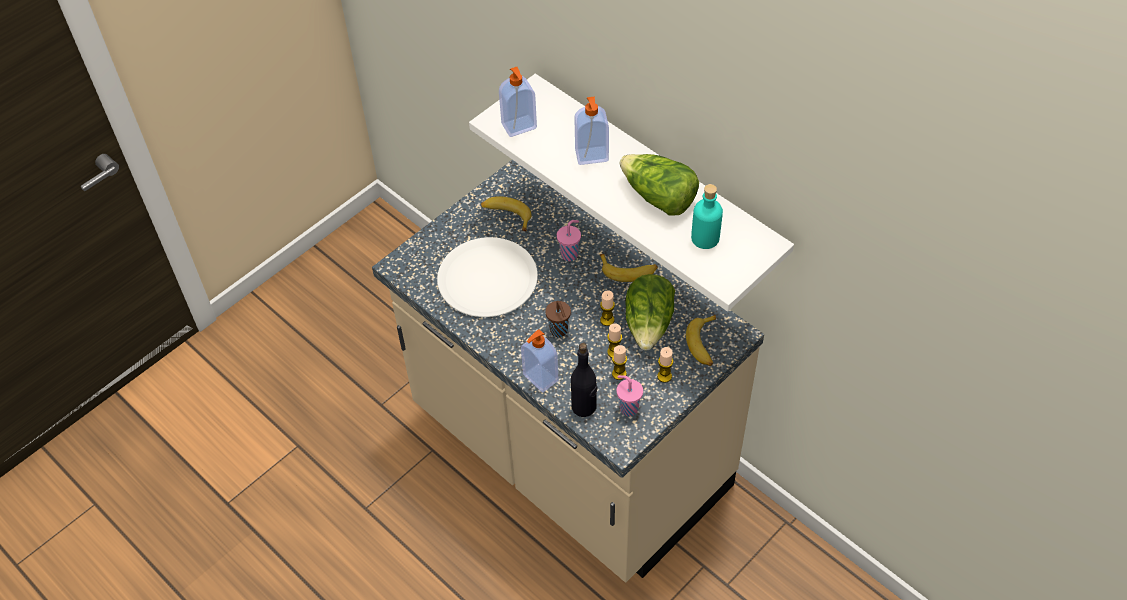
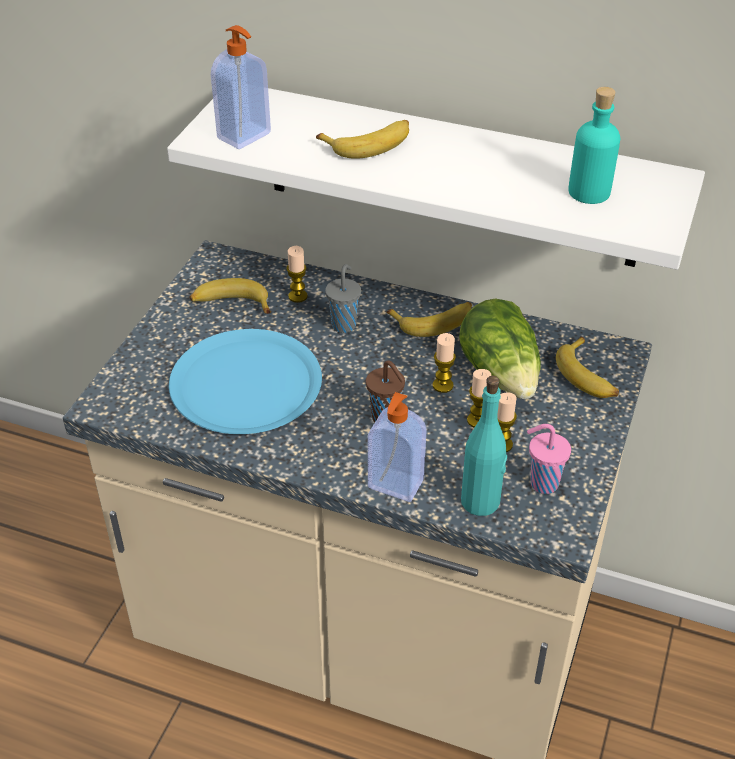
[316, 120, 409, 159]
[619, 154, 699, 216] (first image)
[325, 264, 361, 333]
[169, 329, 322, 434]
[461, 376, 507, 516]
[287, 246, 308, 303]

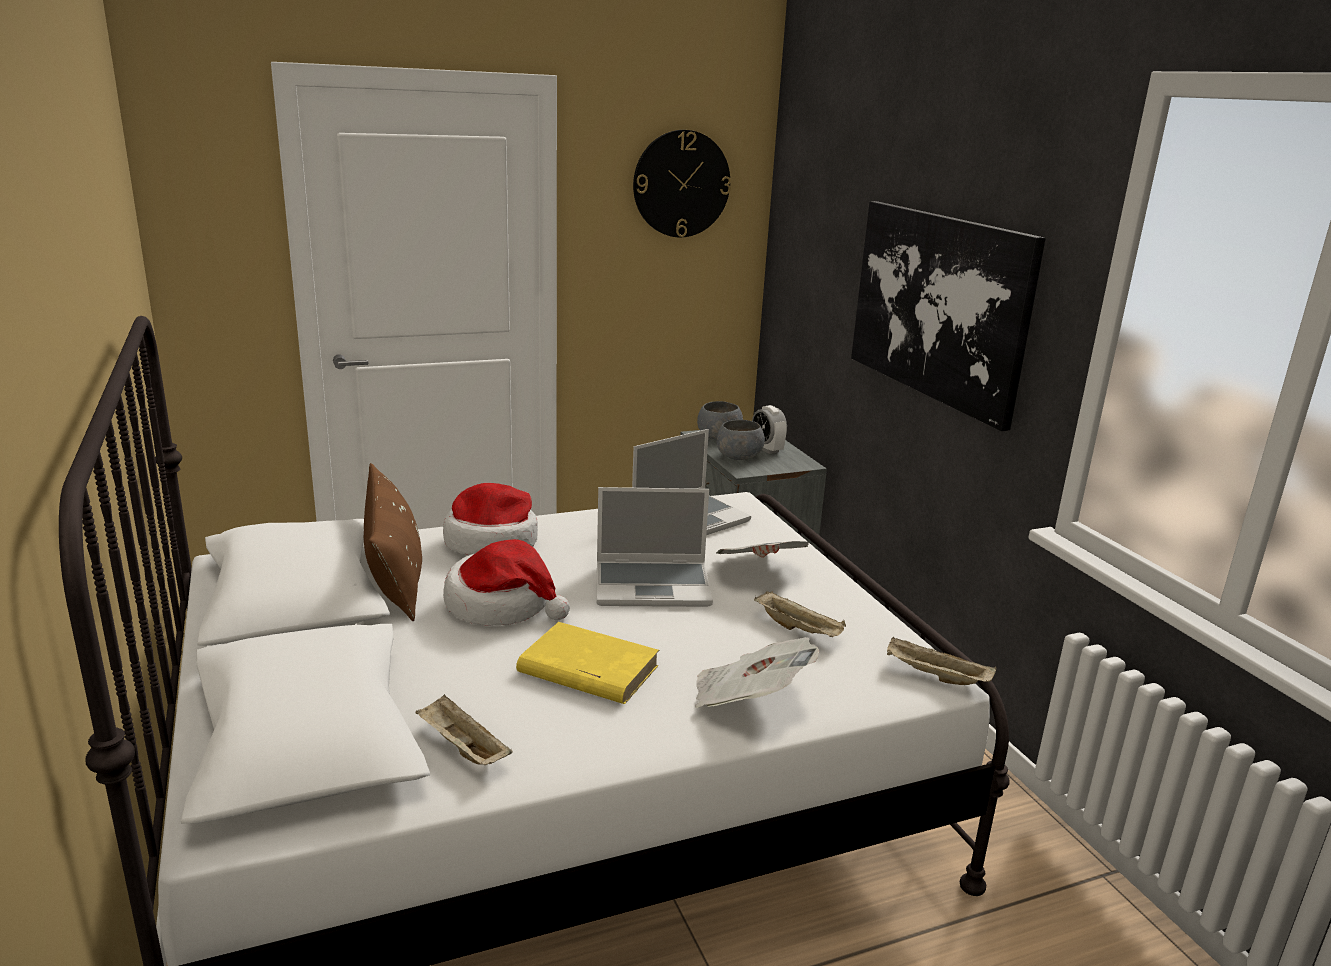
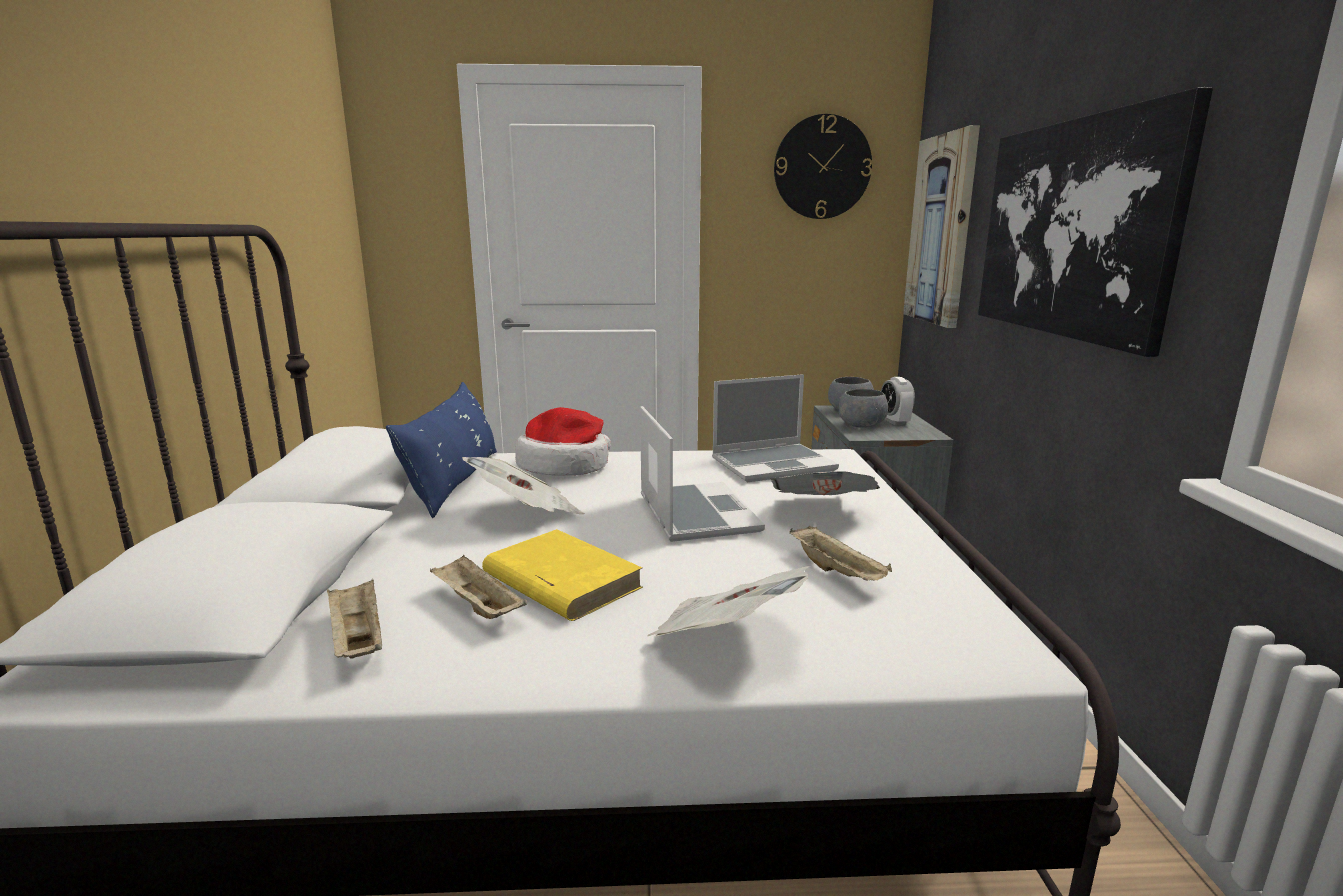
[386, 382, 497, 518]
[640, 406, 765, 542]
[462, 457, 585, 514]
[430, 554, 528, 619]
[903, 125, 980, 328]

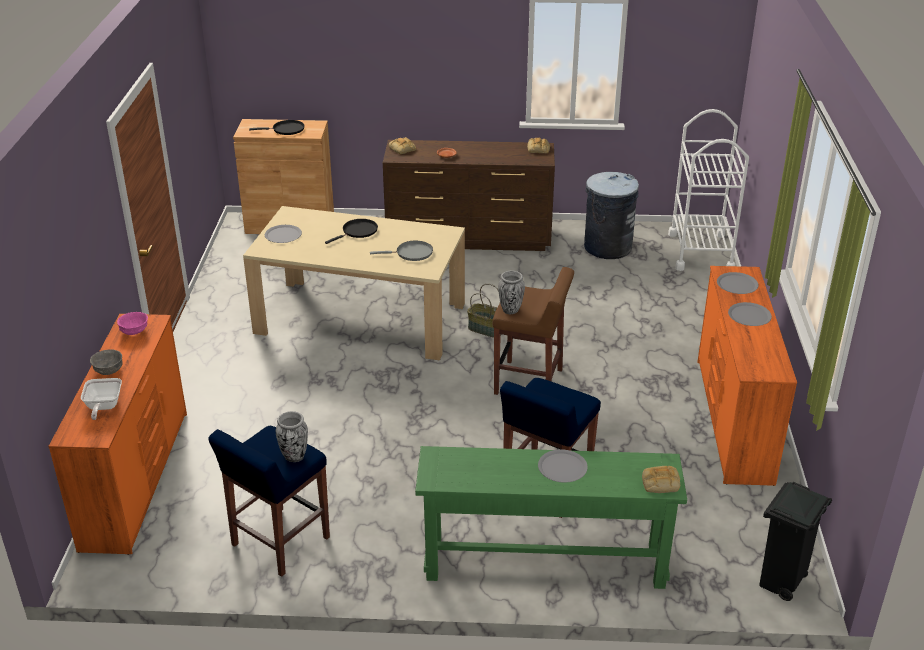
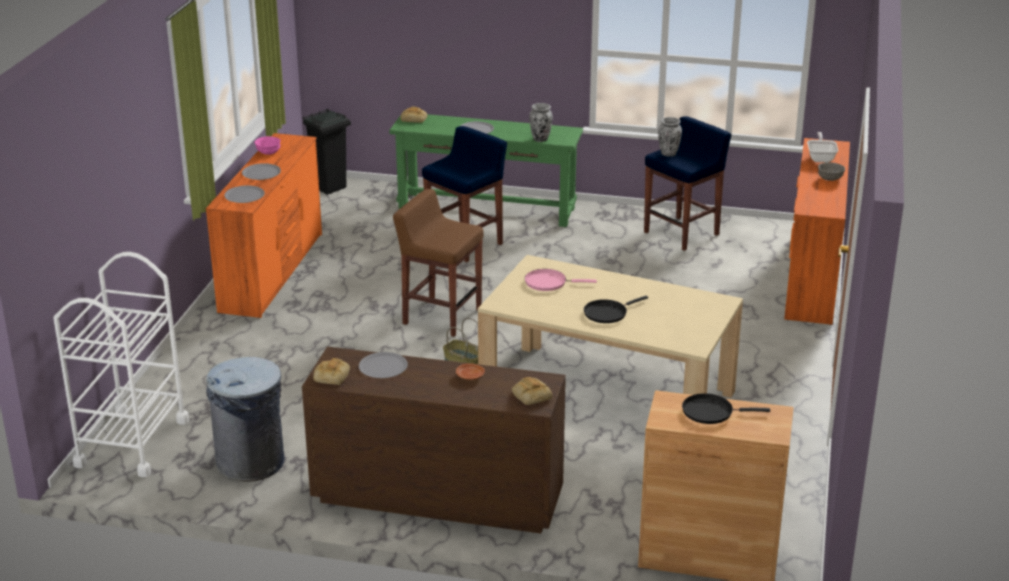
[359, 352, 408, 378]
[525, 269, 597, 291]
[529, 103, 553, 142]
[255, 136, 280, 155]

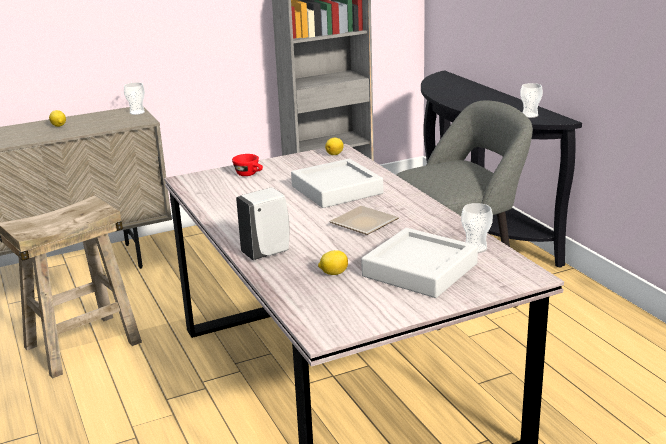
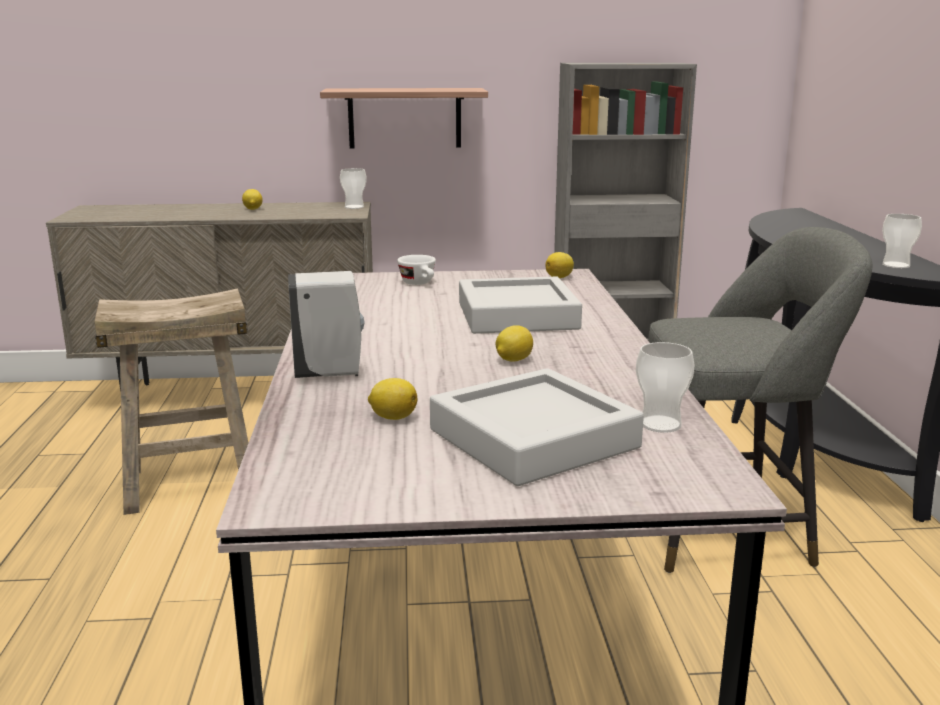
[397, 255, 436, 285]
[495, 325, 533, 362]
[320, 88, 488, 148]

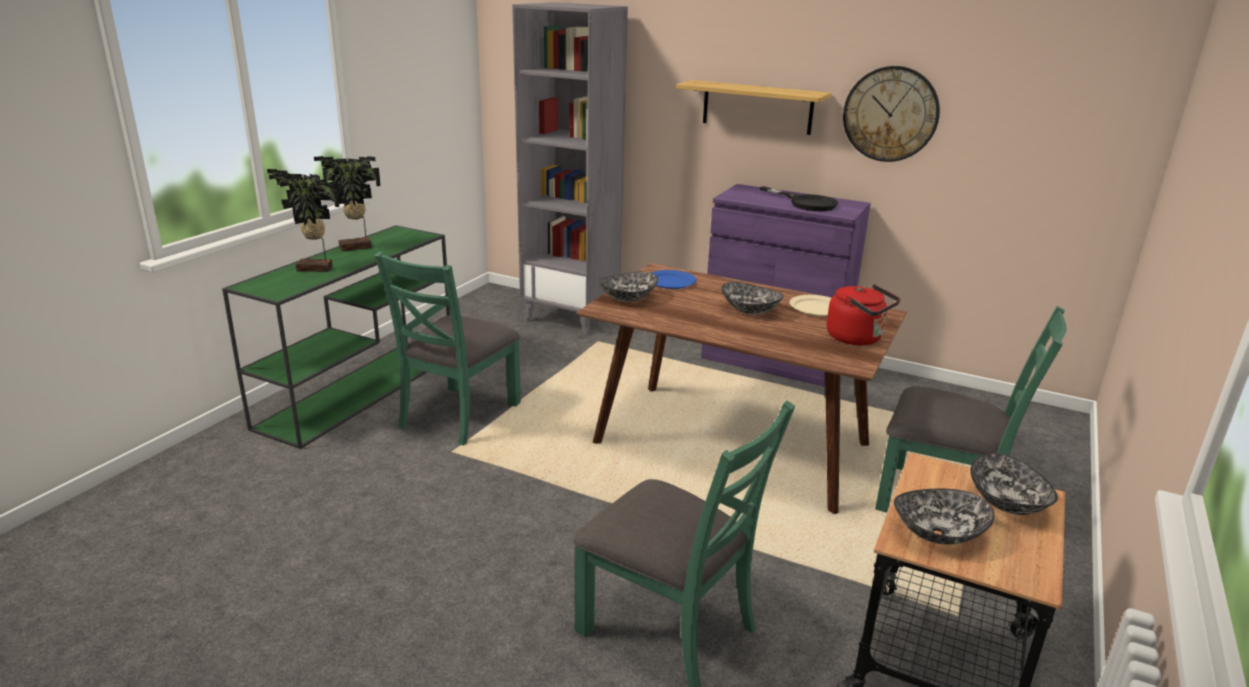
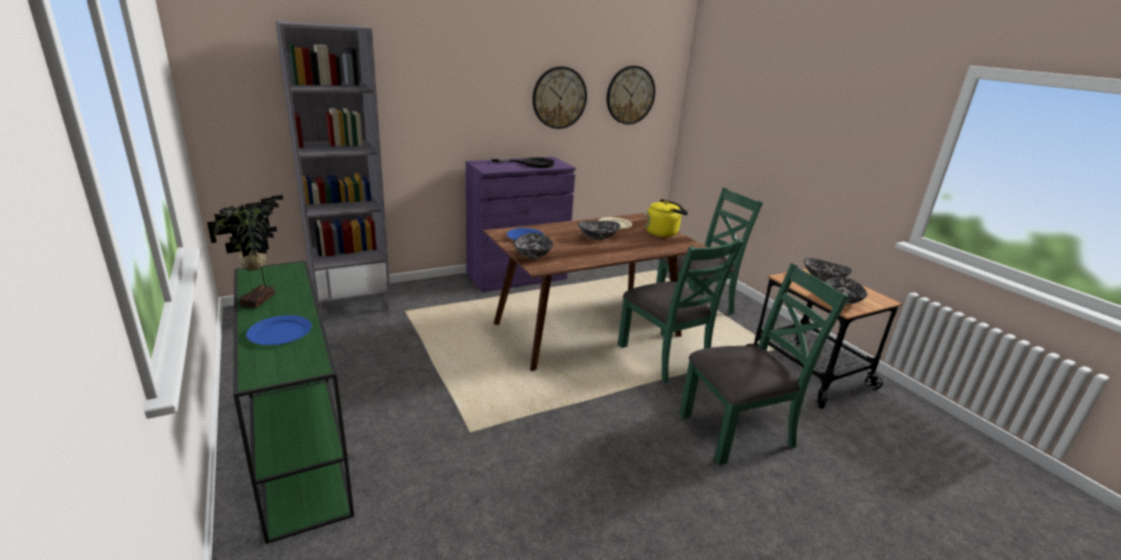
[676, 80, 832, 135] (first image)
[246, 315, 312, 345]
[618, 238, 743, 383]
[645, 199, 688, 237]
[607, 66, 655, 125]

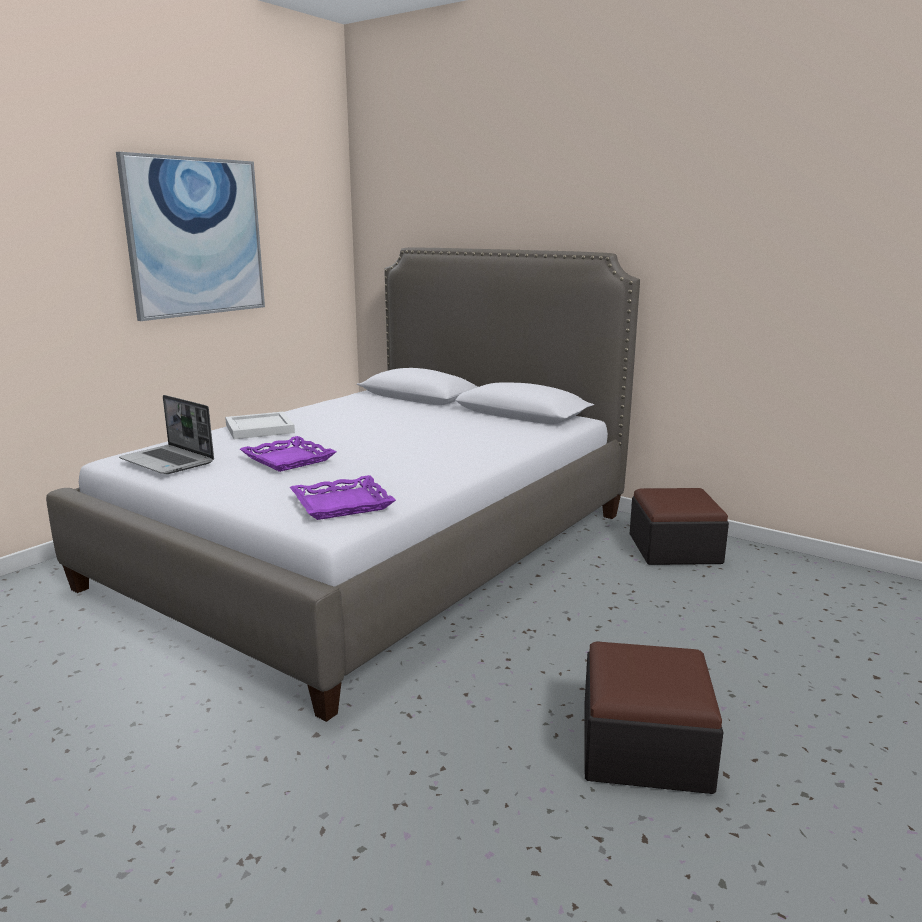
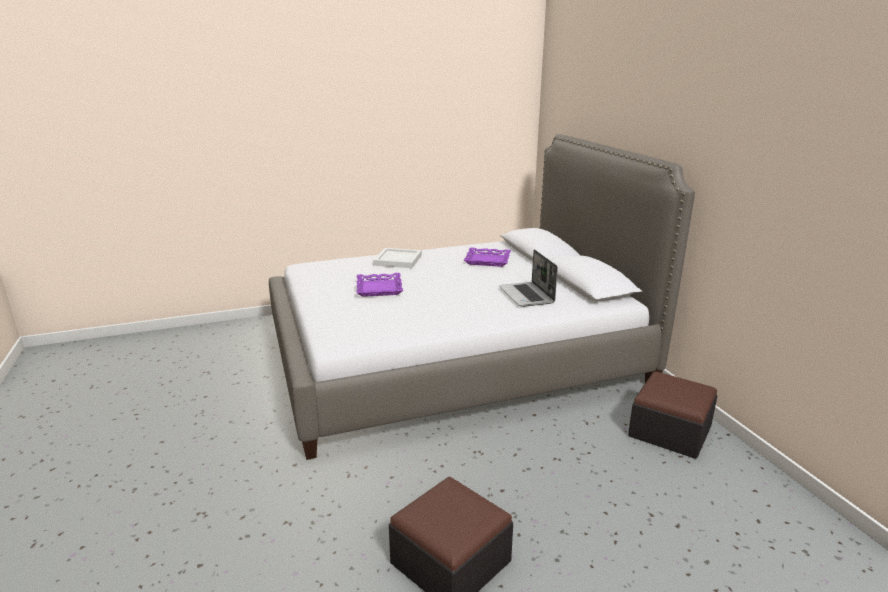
[116, 152, 265, 321] (first image)
[499, 249, 558, 307]
[464, 247, 511, 267]

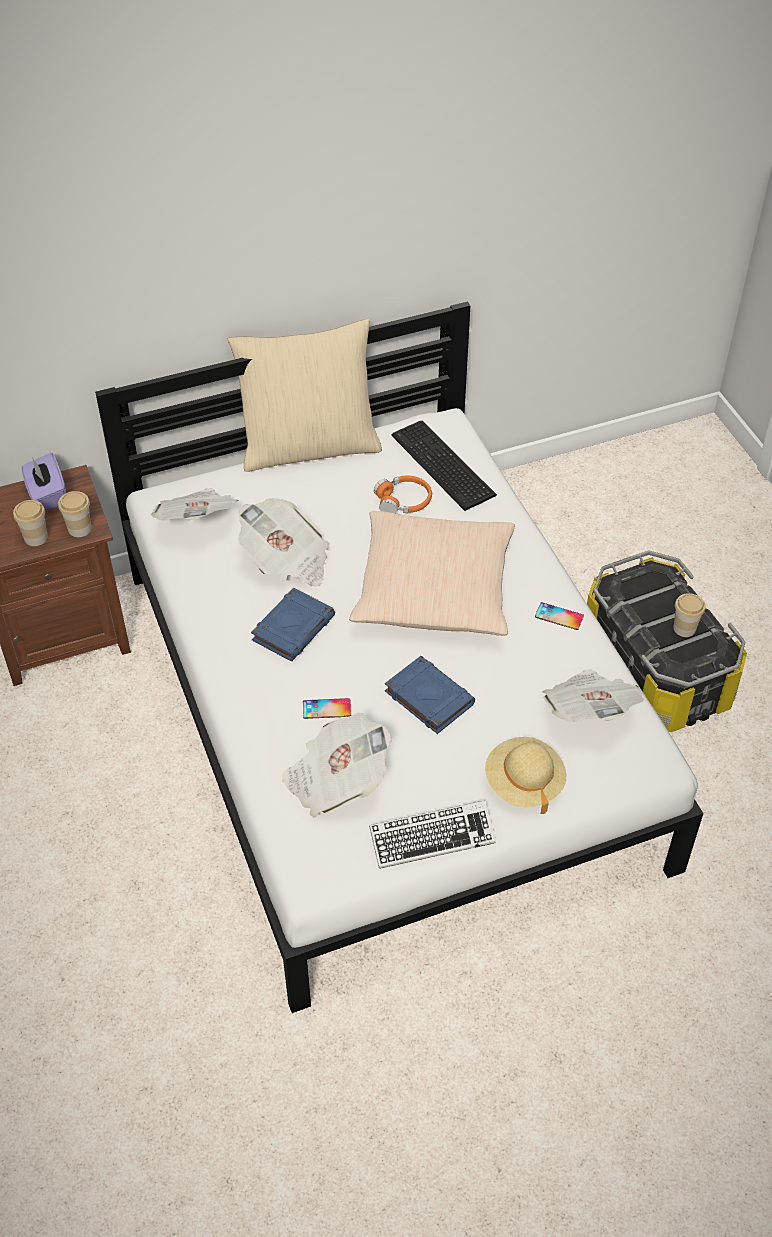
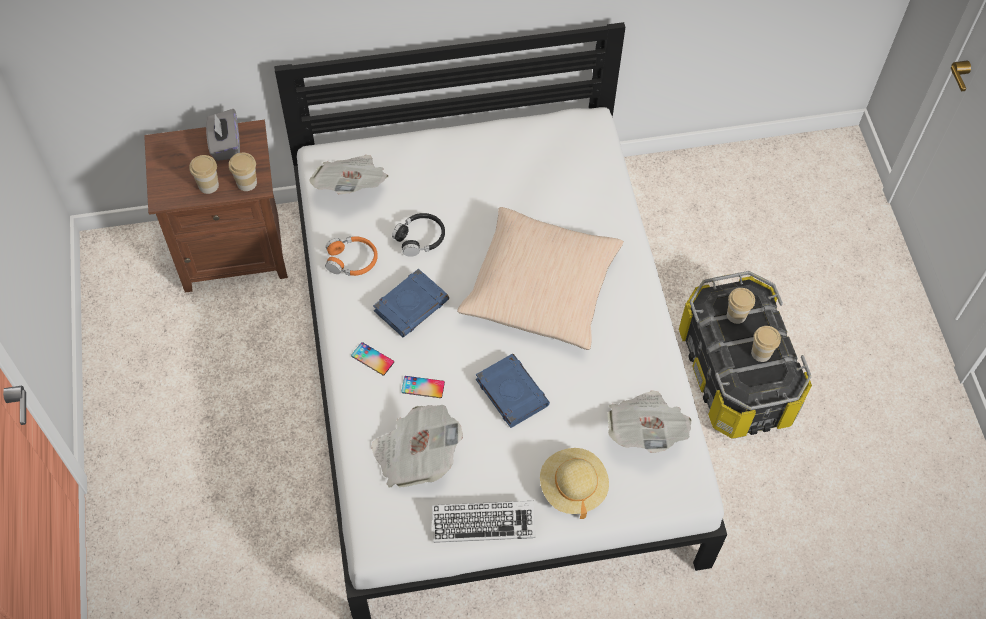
[228, 319, 382, 472] (first image)
[392, 421, 497, 511] (first image)
[206, 109, 240, 161]
[325, 236, 378, 276]
[392, 213, 445, 257]
[351, 342, 394, 375]
[727, 288, 755, 324]

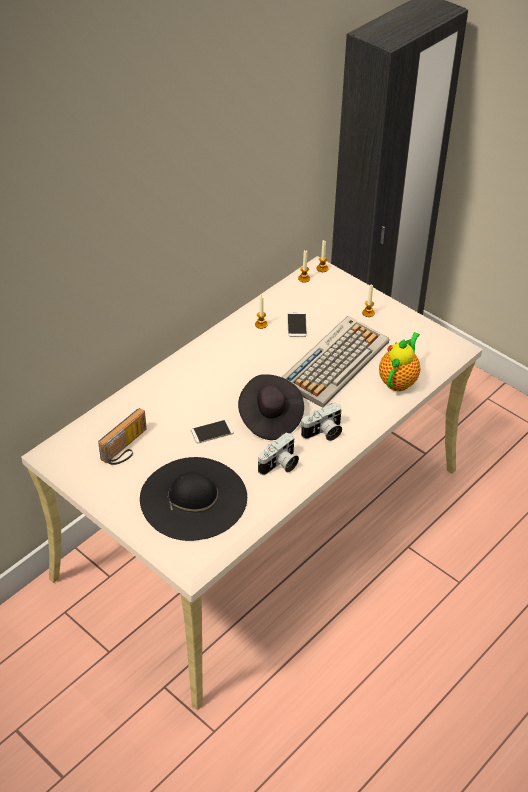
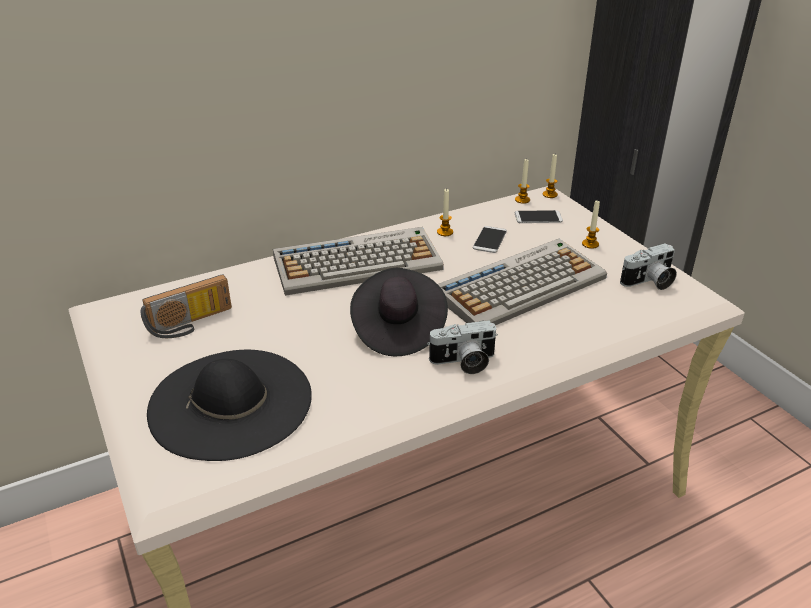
[379, 332, 420, 391] (first image)
[515, 210, 563, 223]
[620, 243, 677, 290]
[273, 227, 444, 296]

